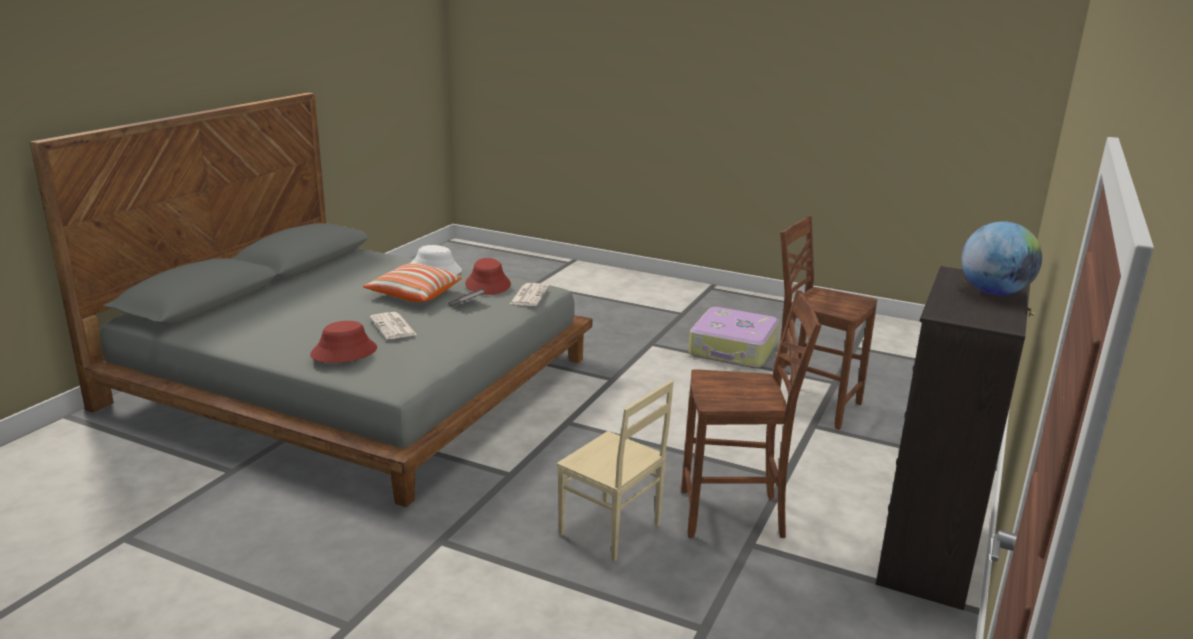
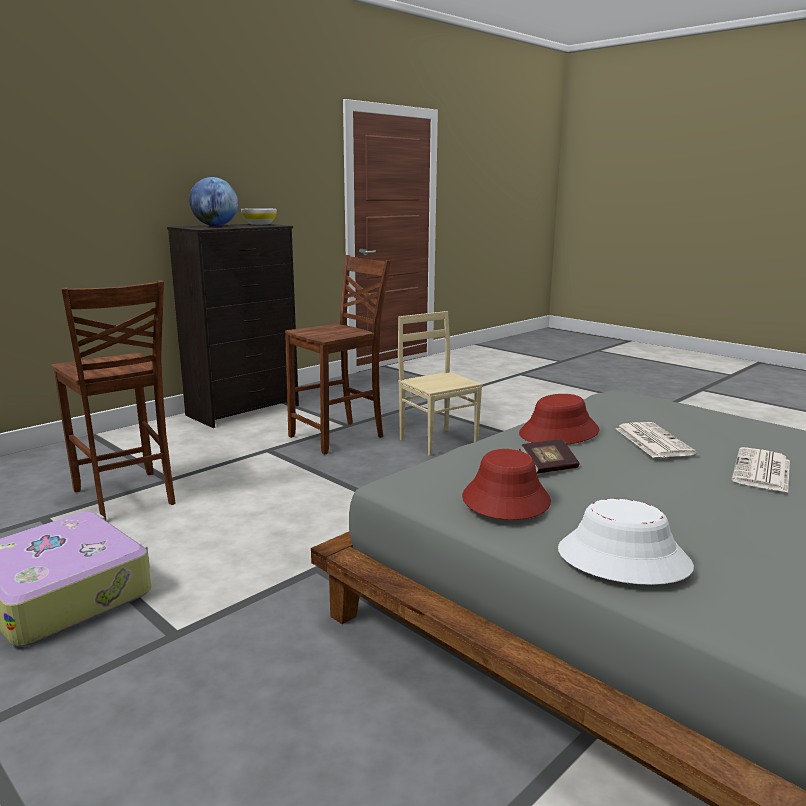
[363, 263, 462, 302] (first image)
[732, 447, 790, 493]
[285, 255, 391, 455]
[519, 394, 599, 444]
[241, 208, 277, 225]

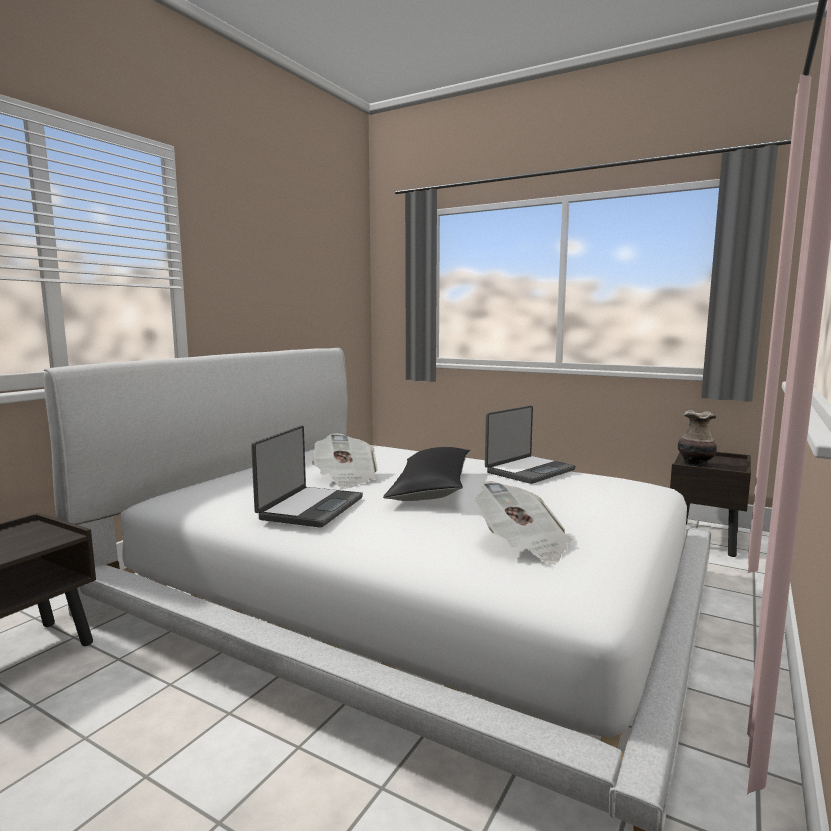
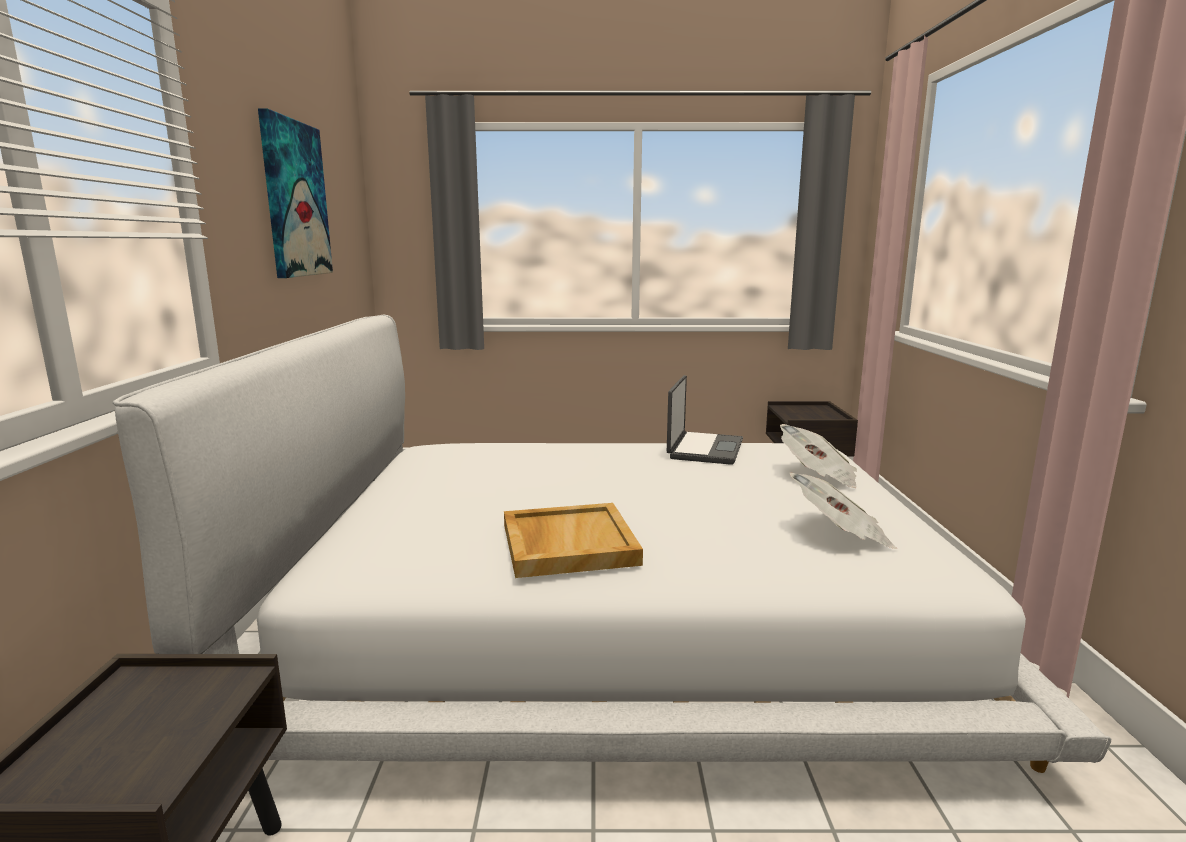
[678, 410, 717, 467] (first image)
[504, 503, 643, 578]
[780, 424, 857, 488]
[383, 447, 470, 501] (first image)
[258, 108, 333, 278]

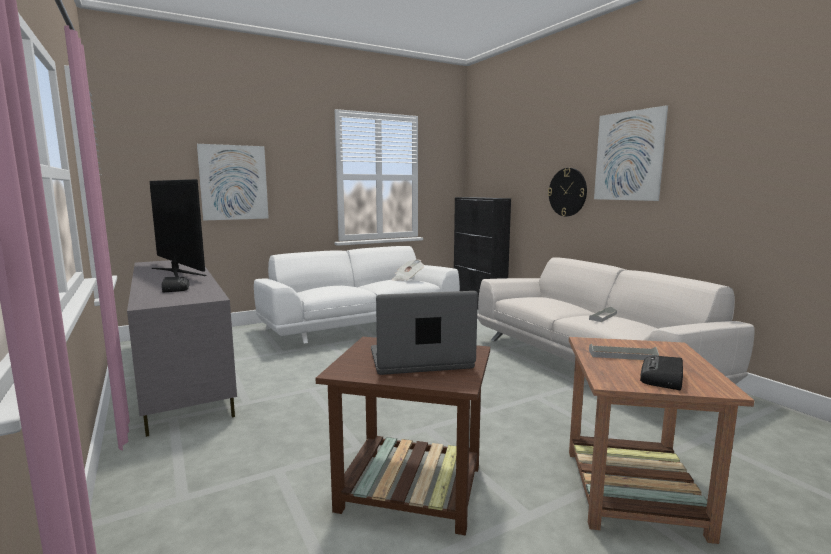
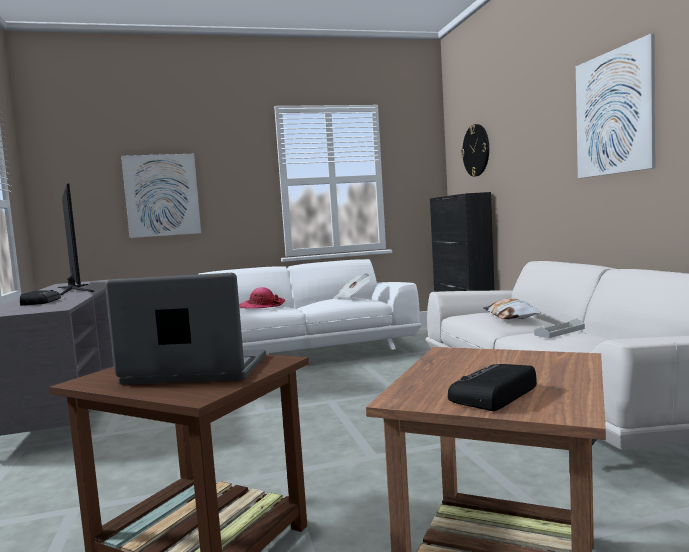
[461, 124, 489, 176]
[589, 344, 659, 360] (first image)
[239, 287, 285, 309]
[483, 298, 541, 319]

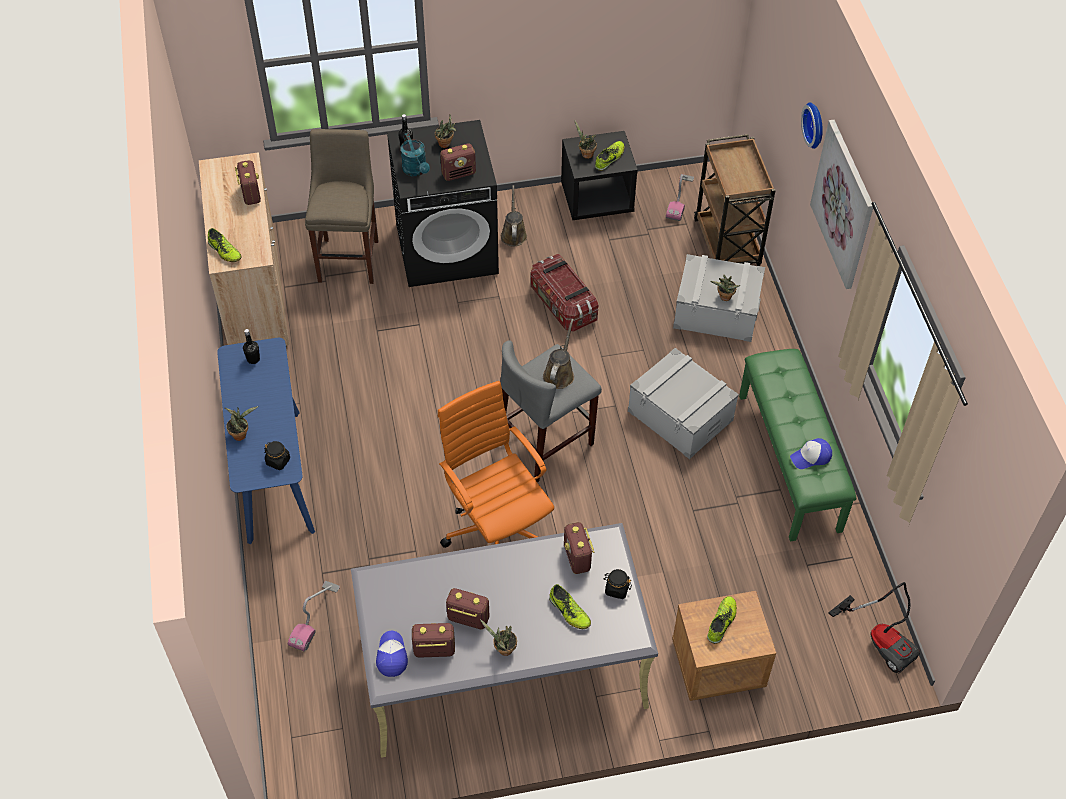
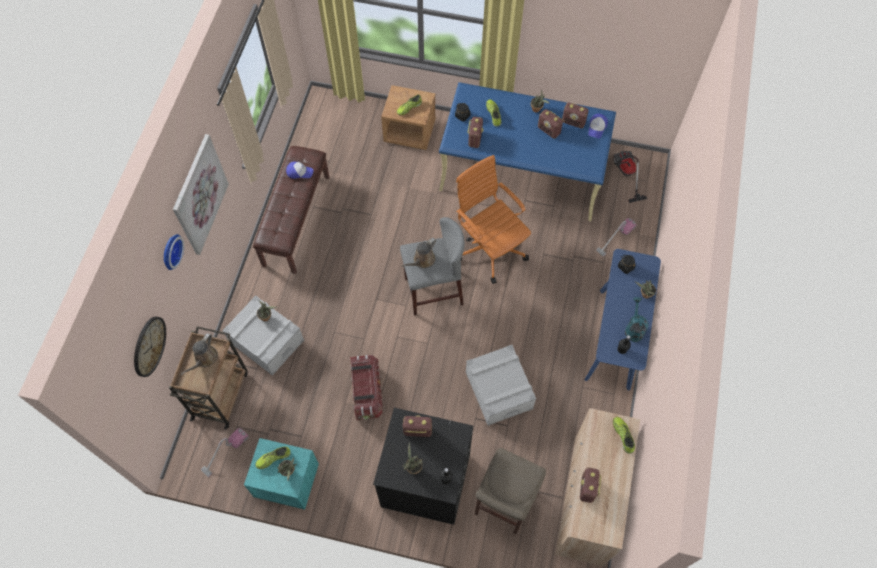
[244, 438, 319, 510]
[625, 297, 649, 342]
[181, 333, 218, 375]
[466, 345, 536, 426]
[253, 146, 329, 274]
[456, 155, 531, 284]
[439, 82, 616, 221]
[613, 151, 647, 203]
[134, 317, 166, 377]

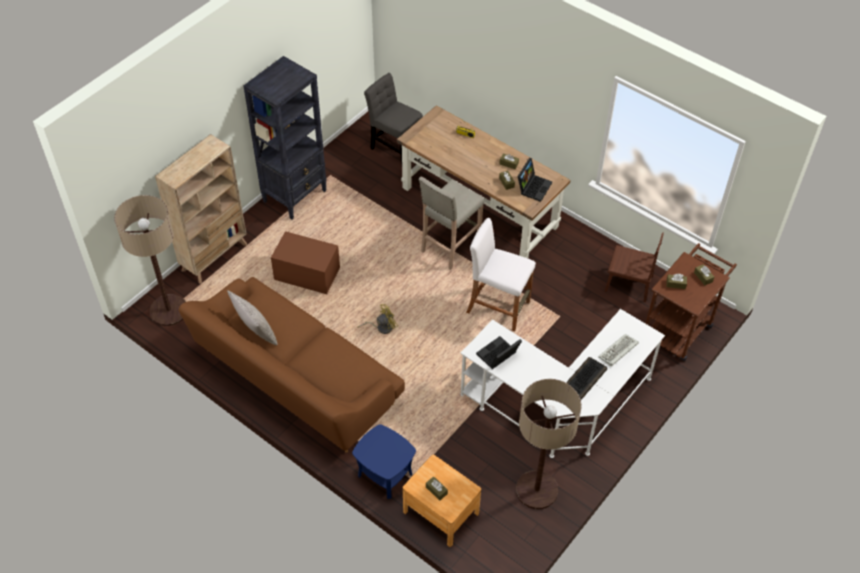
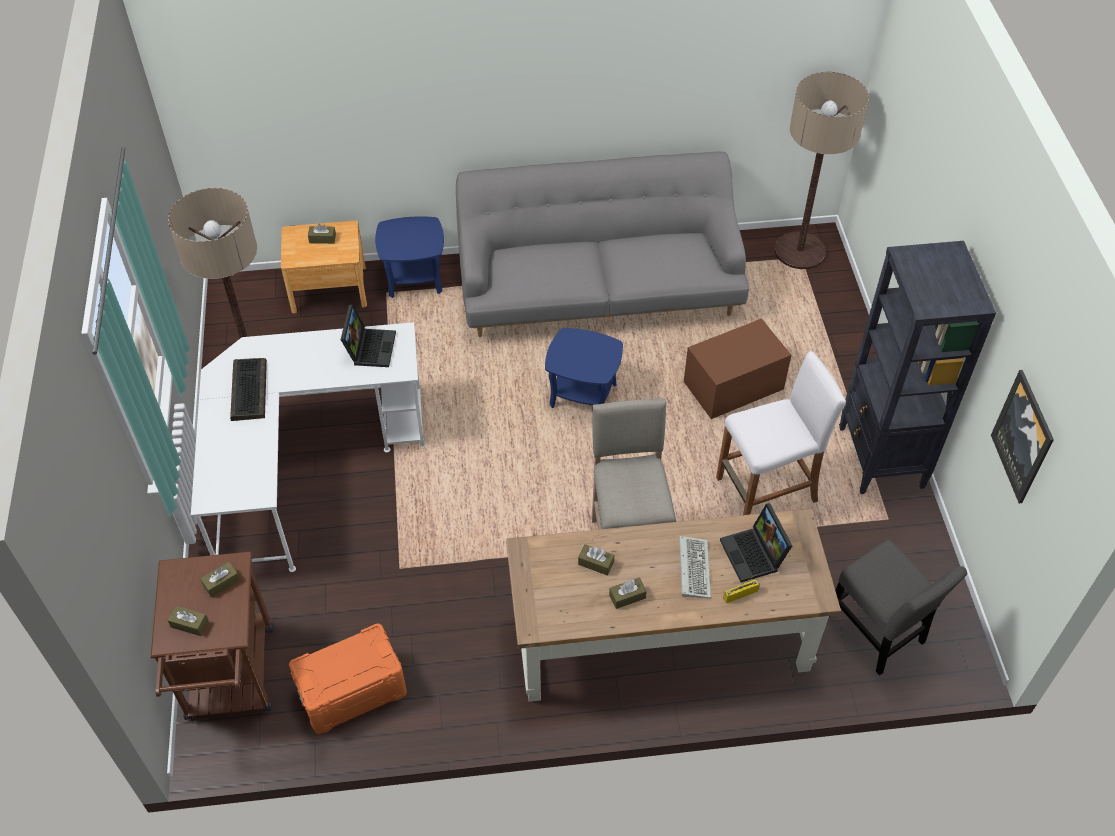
[829, 540, 967, 675]
[155, 134, 247, 284] (first image)
[720, 503, 792, 583]
[716, 351, 846, 515]
[289, 624, 407, 734]
[456, 152, 749, 337]
[227, 290, 278, 345] (first image)
[545, 328, 623, 408]
[679, 536, 711, 599]
[991, 370, 1054, 503]

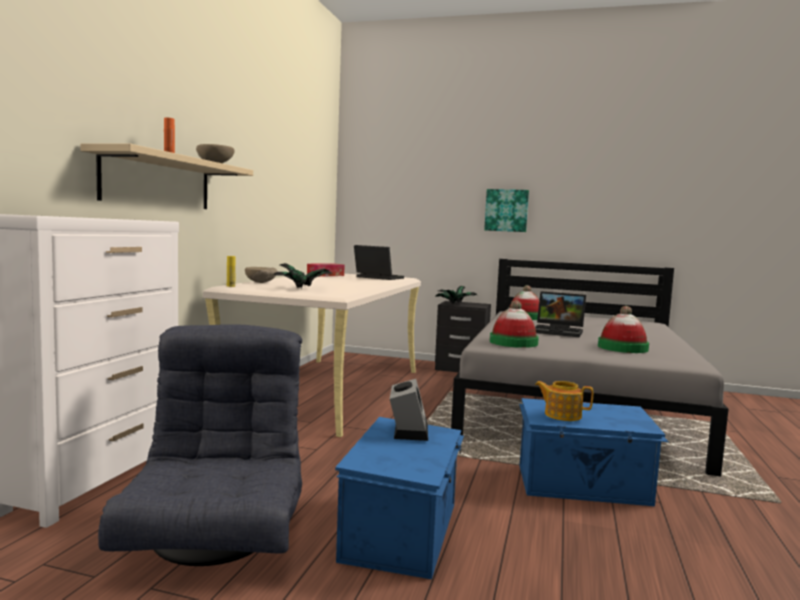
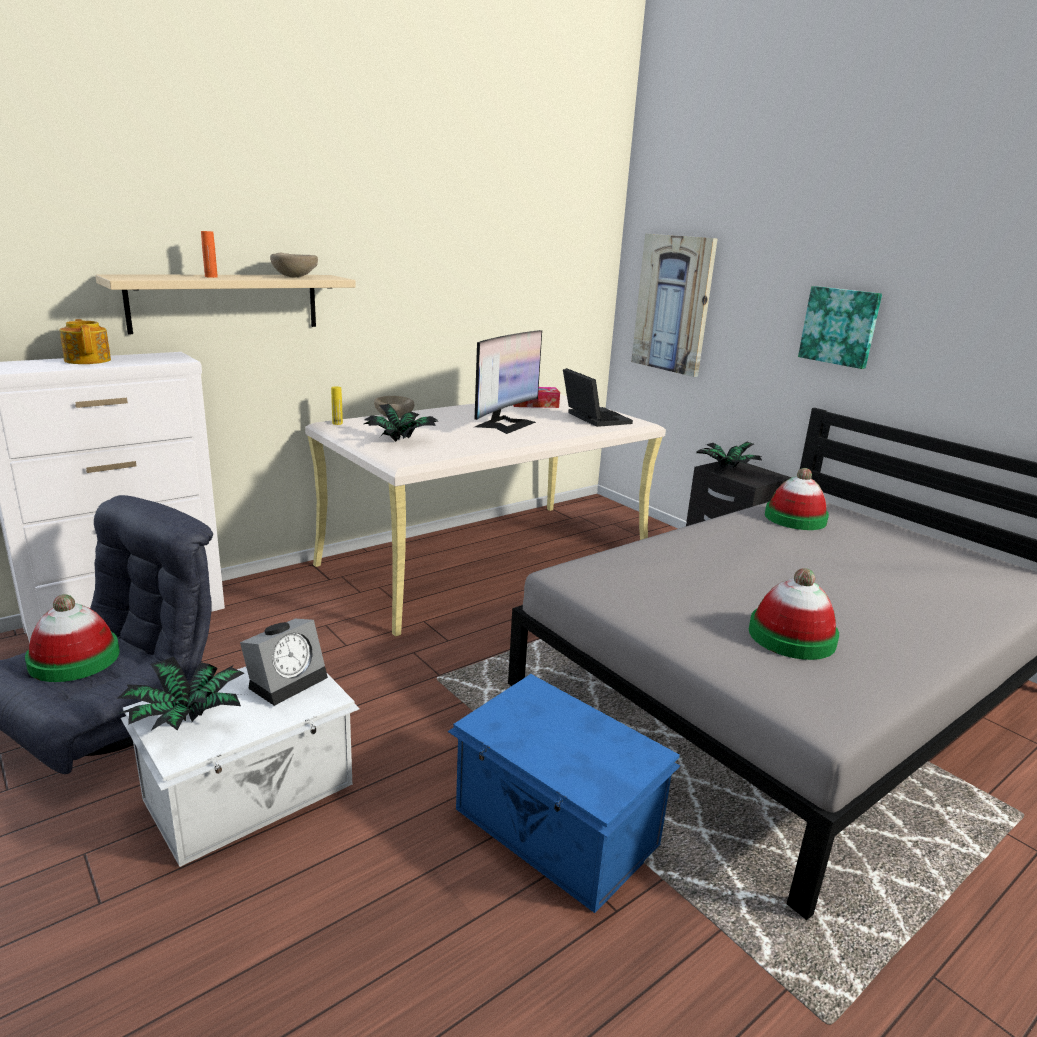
[535, 291, 586, 337] (first image)
[25, 594, 120, 682]
[60, 319, 111, 364]
[121, 667, 360, 867]
[631, 234, 718, 377]
[475, 330, 542, 434]
[118, 656, 244, 730]

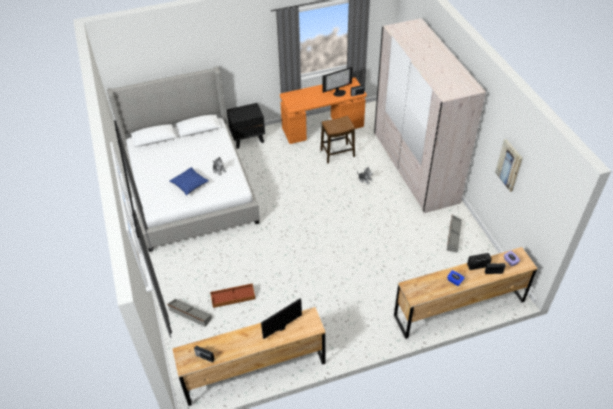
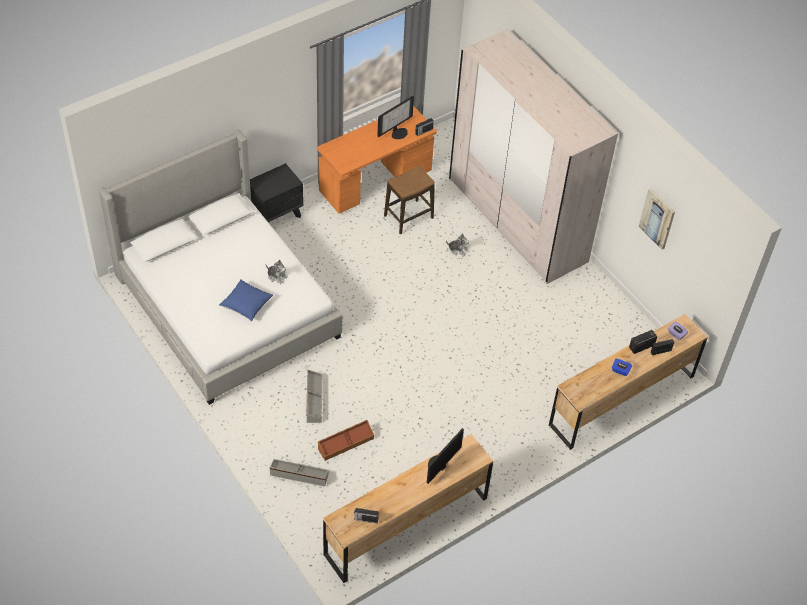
[306, 370, 322, 423]

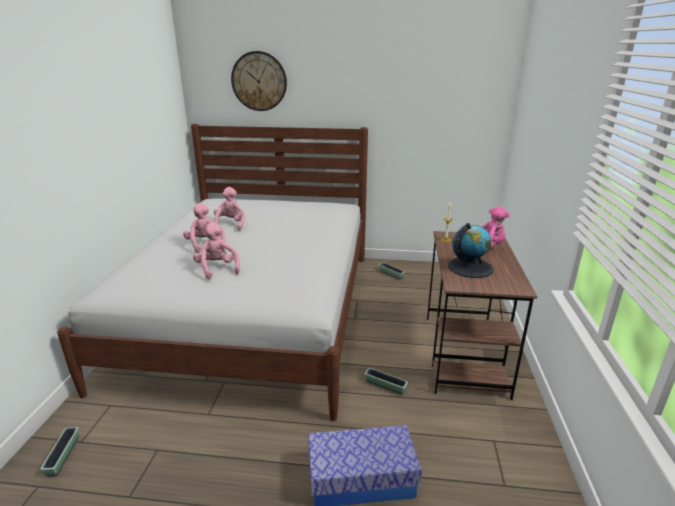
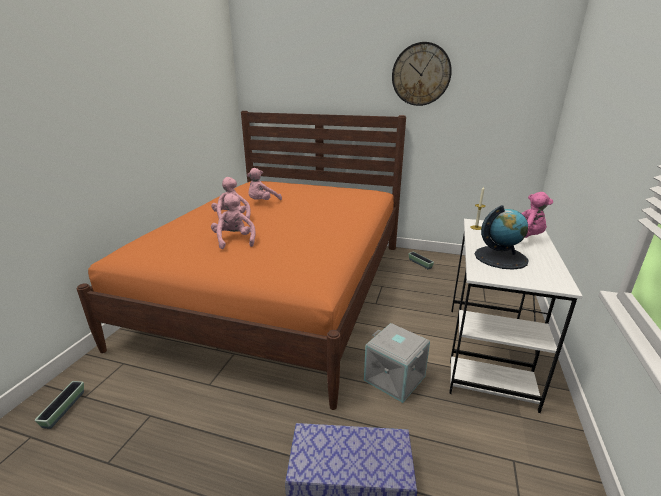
[392, 42, 452, 106]
[77, 111, 406, 410]
[247, 168, 282, 200]
[449, 219, 583, 413]
[364, 323, 430, 403]

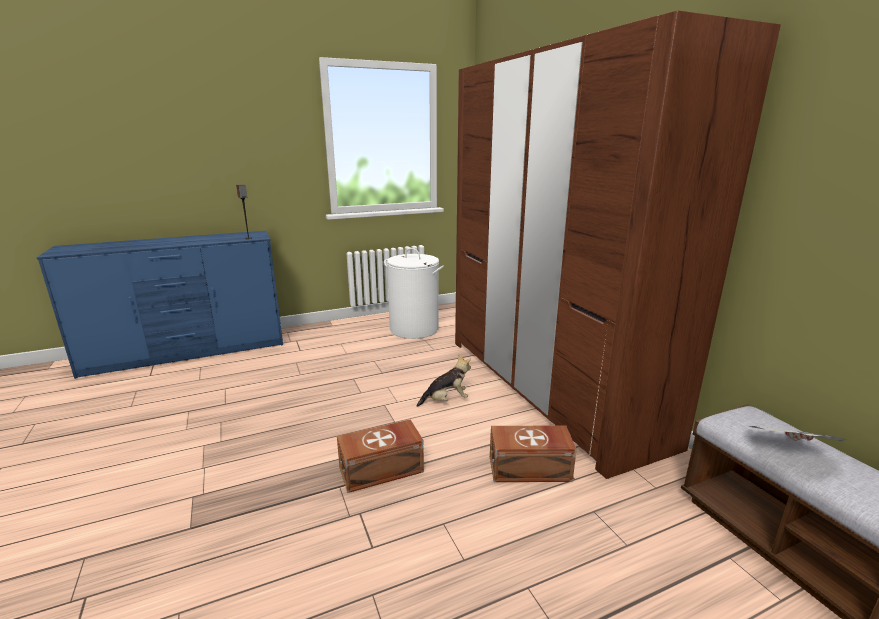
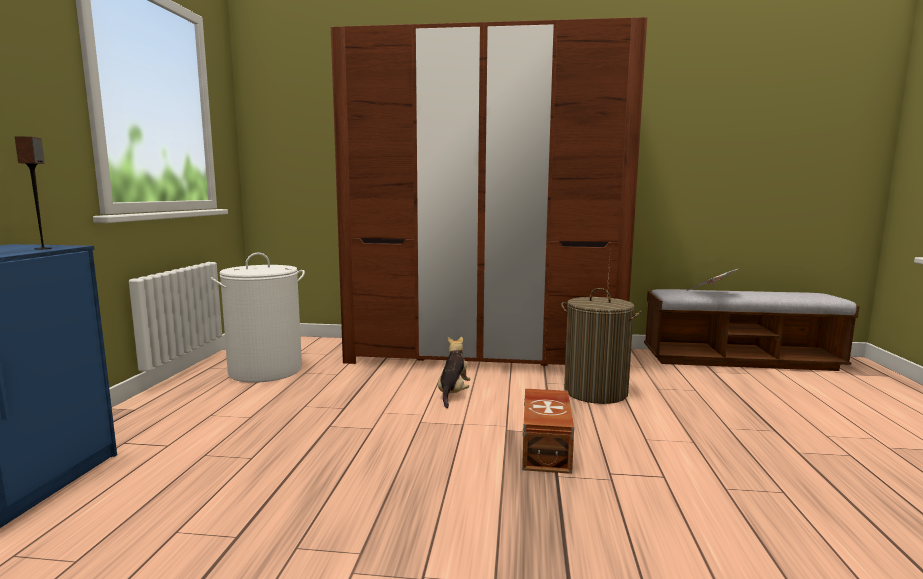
[561, 288, 642, 404]

